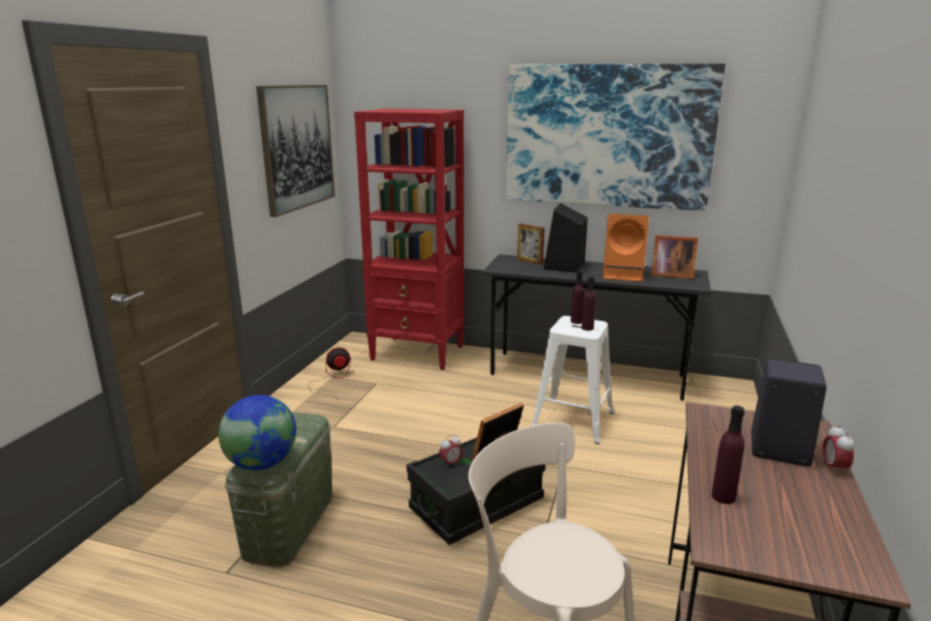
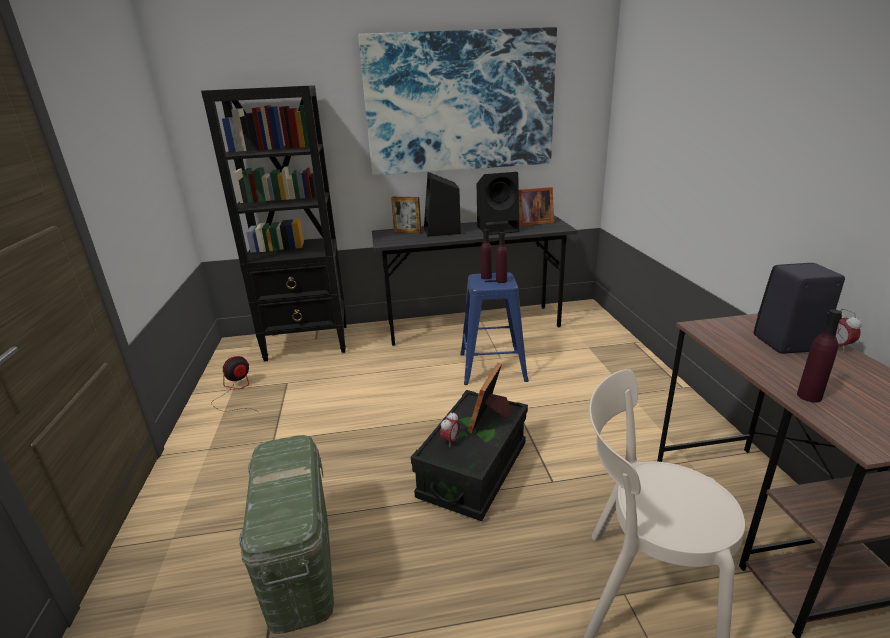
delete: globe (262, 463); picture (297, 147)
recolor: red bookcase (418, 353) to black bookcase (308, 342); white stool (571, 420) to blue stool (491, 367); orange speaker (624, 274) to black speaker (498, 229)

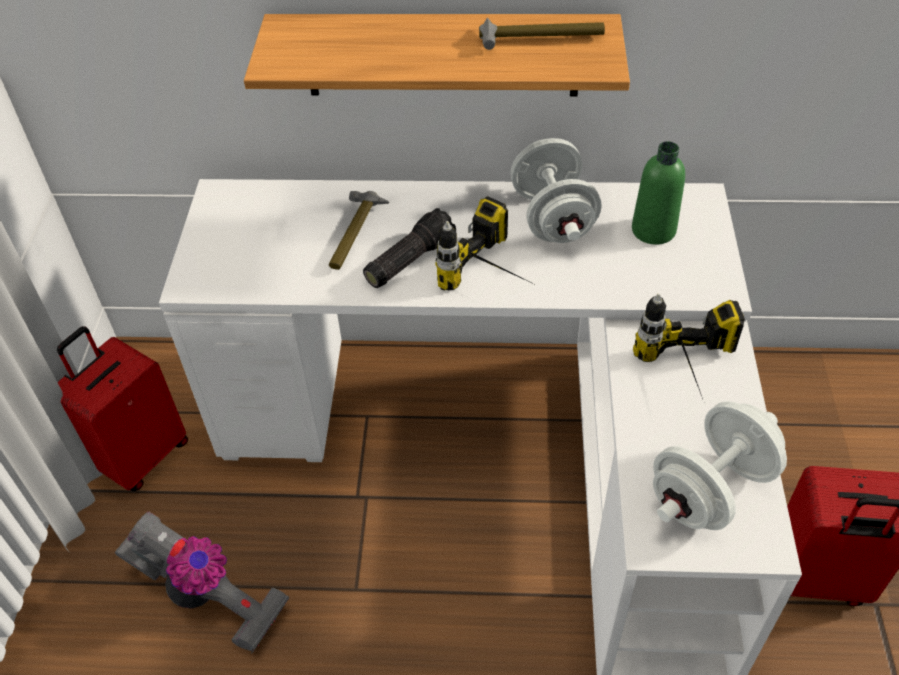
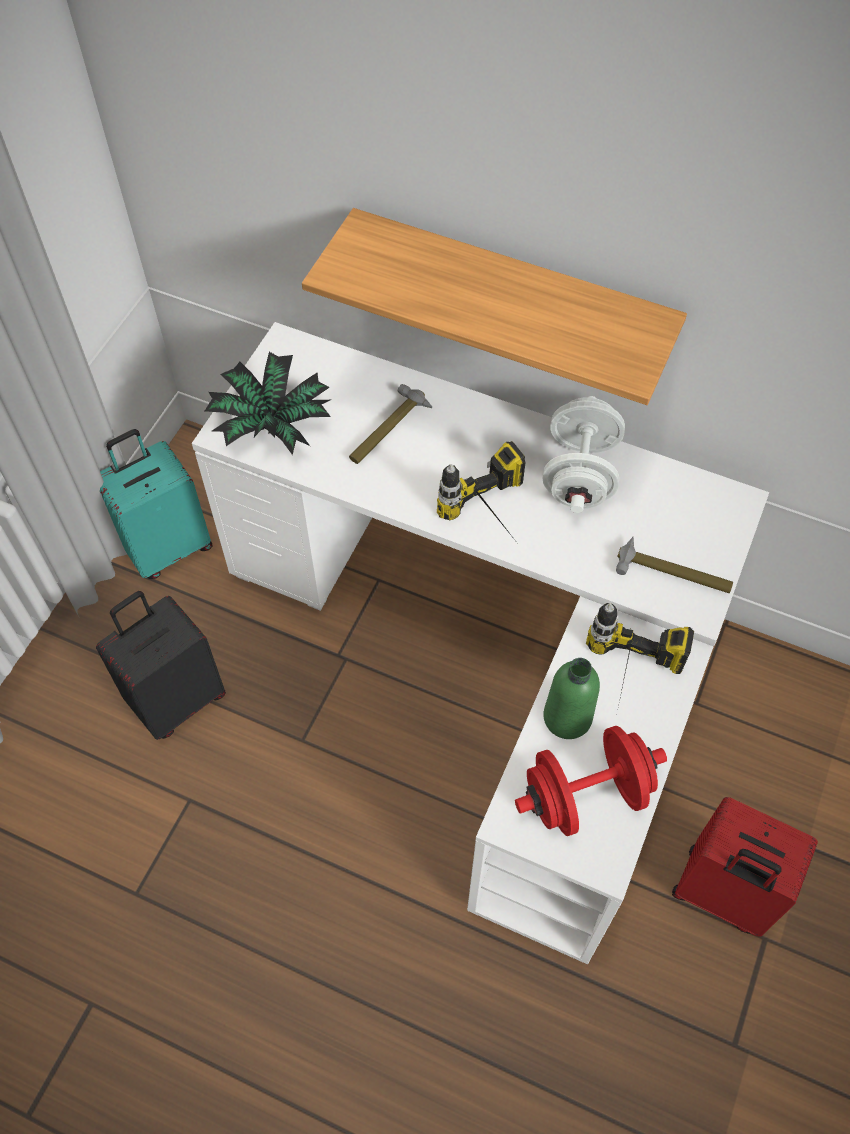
delete: flashlight (409, 259)
insert: potted plant (272, 424)
move: green bottle (653, 230) to (567, 717); hammer (541, 39) to (673, 574)
replace: vacuum cleaner (207, 597) to black suitcase (177, 699)
recolor: red suitcase (141, 455) to turquoise suitcase (167, 547); white dumbbell (710, 489) to red dumbbell (586, 795)

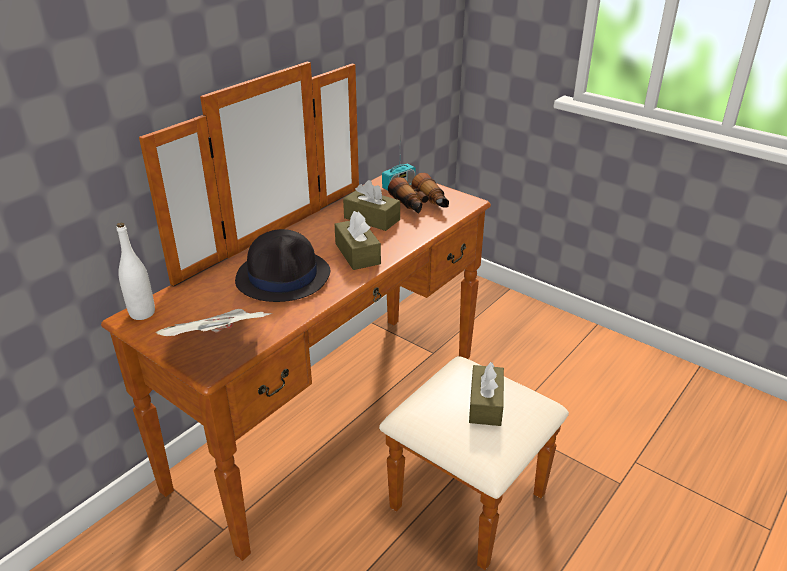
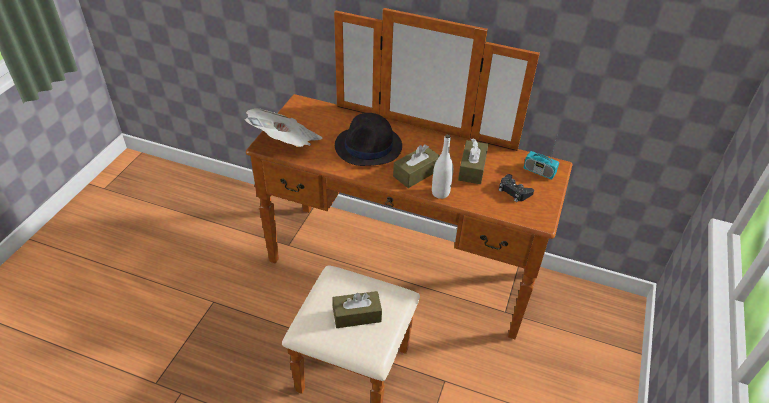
move: white bottle (142, 313) to (440, 193)
replace: binoculars (420, 205) to black game controller (514, 191)

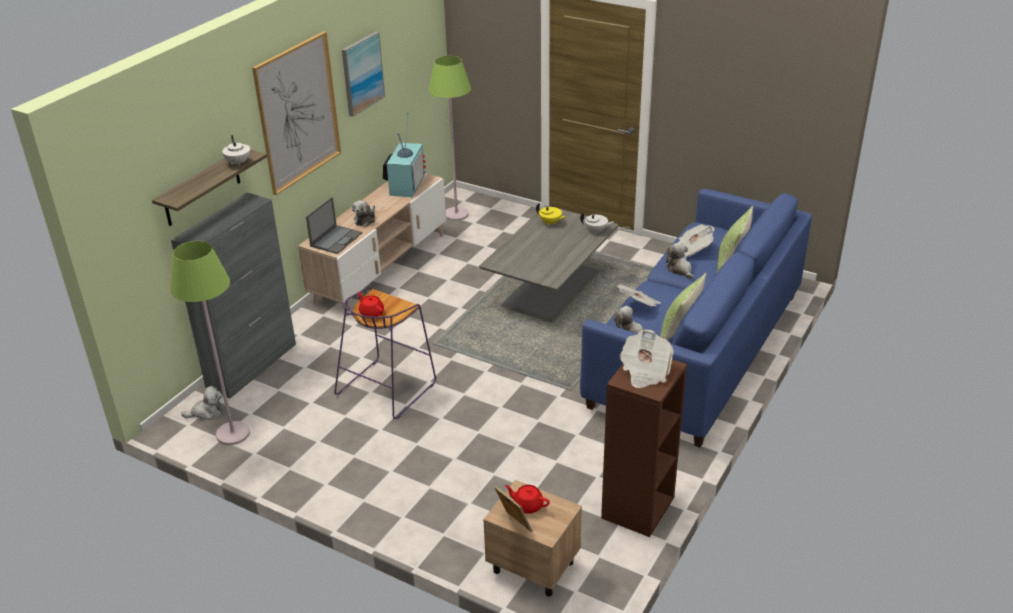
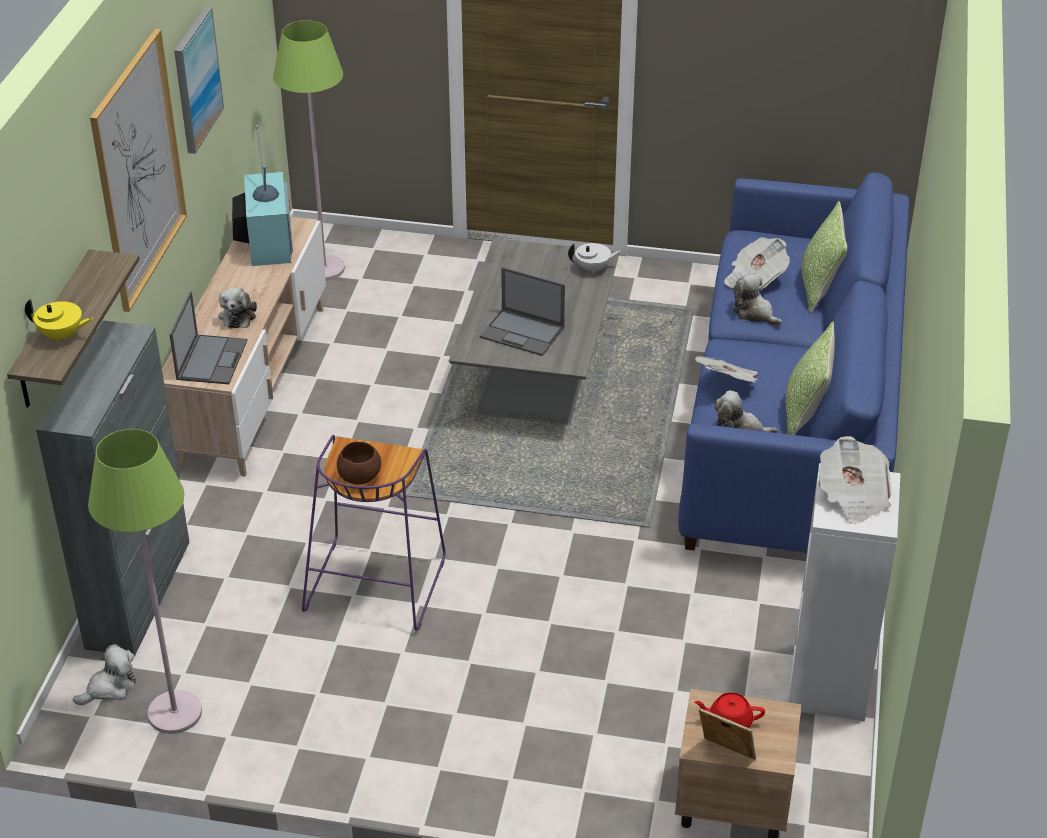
delete: white teapot (238, 163)
insert: laptop (523, 332)
move: yellow teapot (550, 223) to (62, 335)
replace: red teapot (371, 313) to brown bowl (359, 477)
recolor: brown bookcase (638, 508) to white bookcase (829, 683)

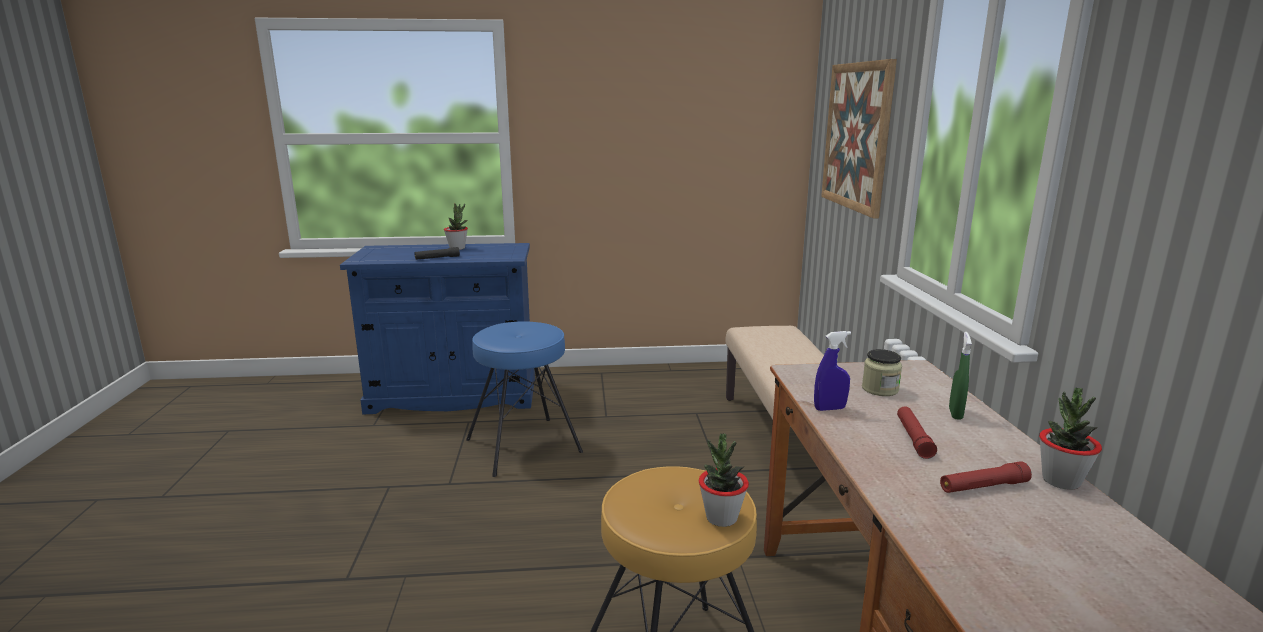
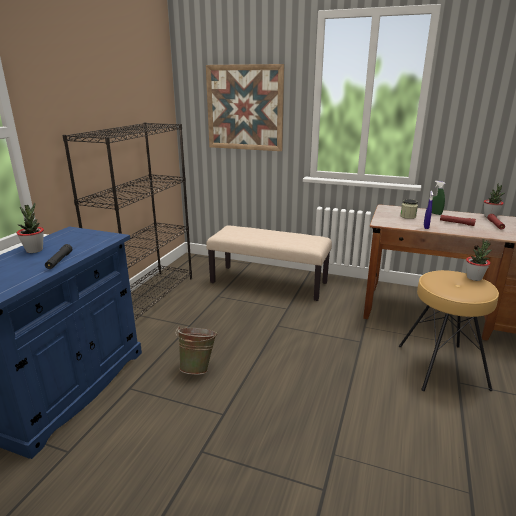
insert: black bookcase (148, 297)
replace: blue stool (524, 446) to green bucket (198, 368)

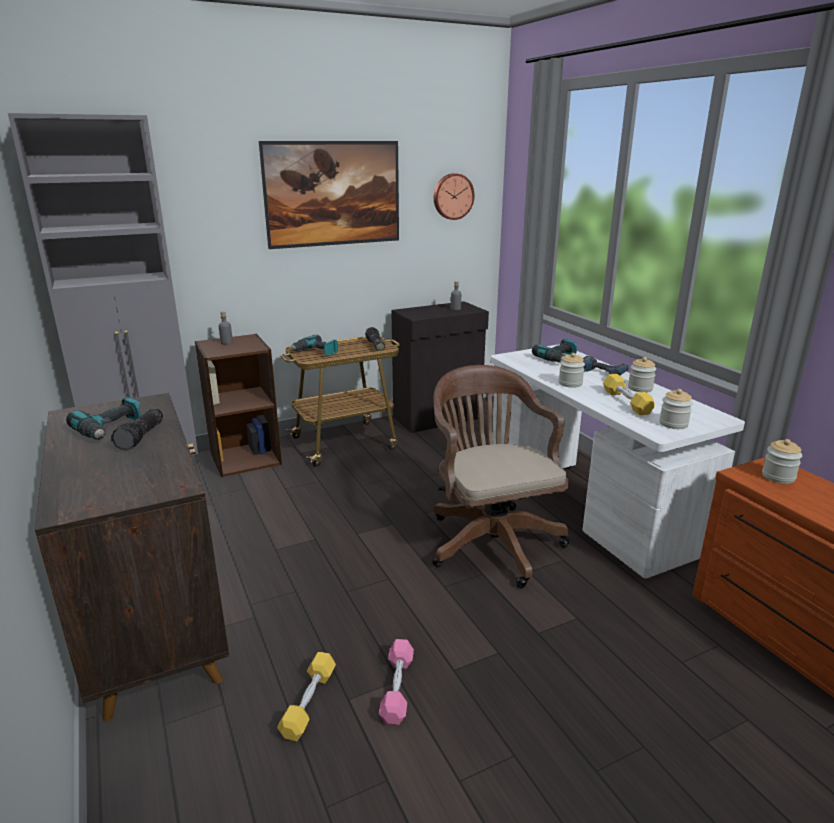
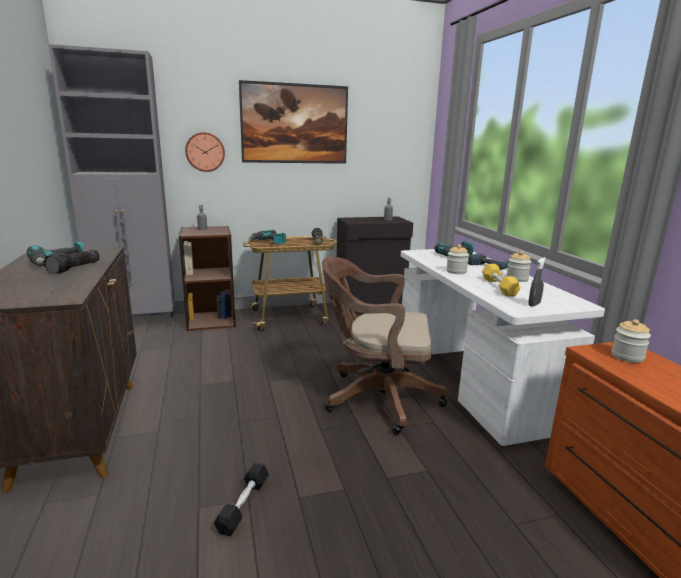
delete: yellow dumbbell (309, 703)
move: wall clock (452, 196) to (205, 152)
replace: jar (673, 424) to grey spray bottle (534, 304)
recolor: pink dumbbell (397, 688) to black dumbbell (243, 505)
rotate: brown office chair (491, 539) = (376, 398) 75 degrees counterclockwise

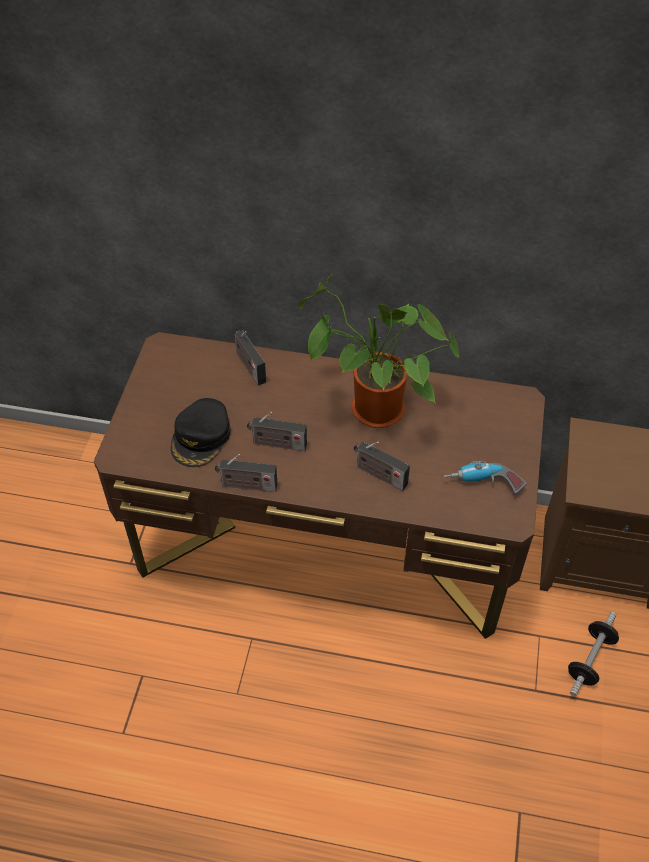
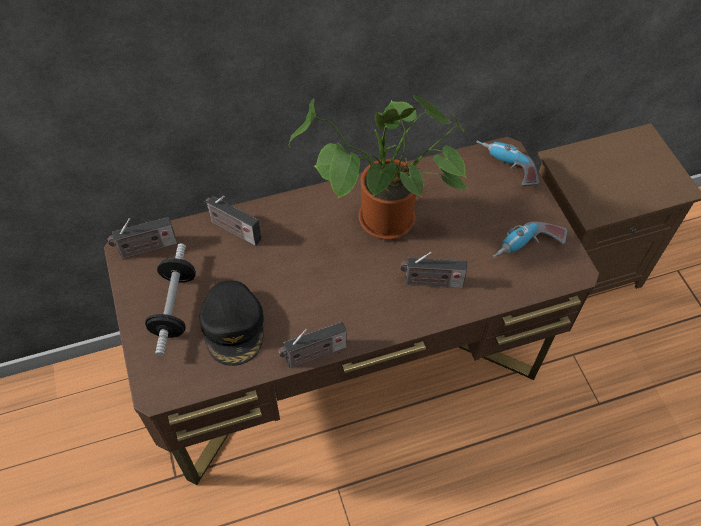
insert: power drill (505, 167)
move: radio (277, 444) to (146, 248); dumbbell (590, 659) to (174, 307)

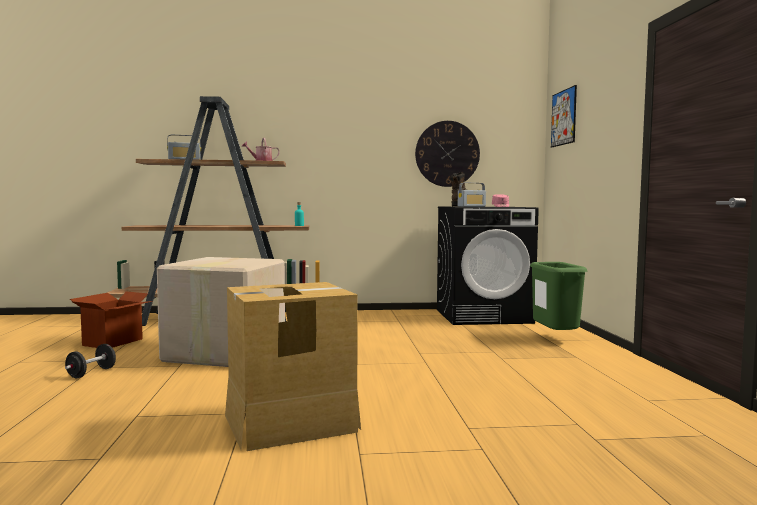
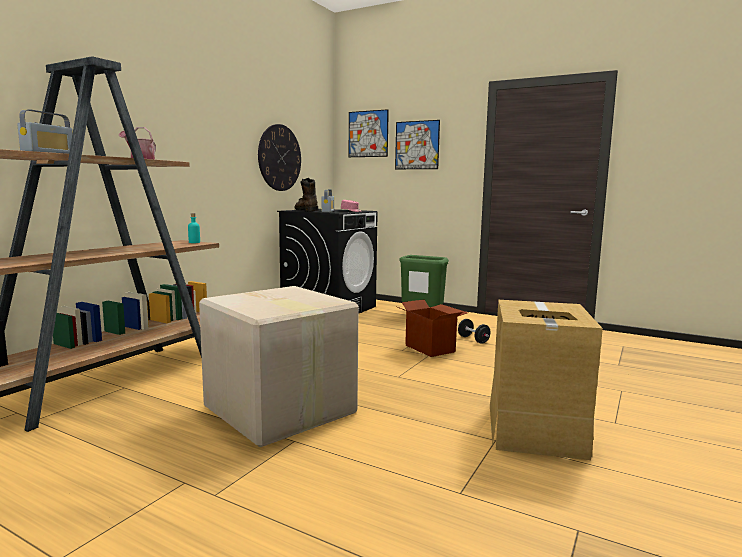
insert: picture (417, 145)
move: cardboard box (113, 342) to (430, 348); black dumbbell (91, 373) to (473, 340)

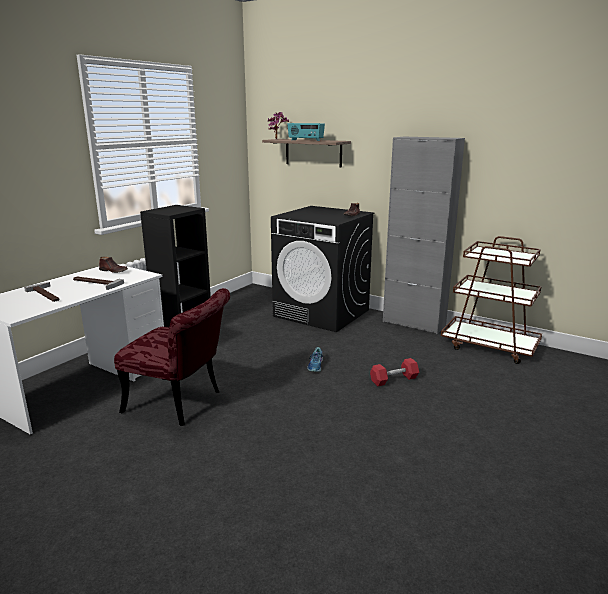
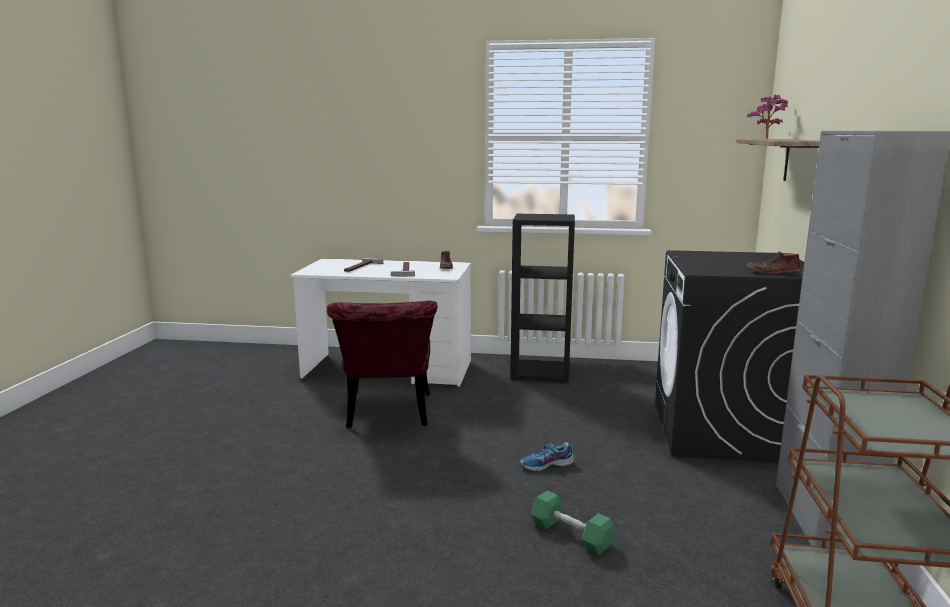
delete: radio (305, 140)
recolor: red dumbbell (394, 379) to green dumbbell (571, 535)

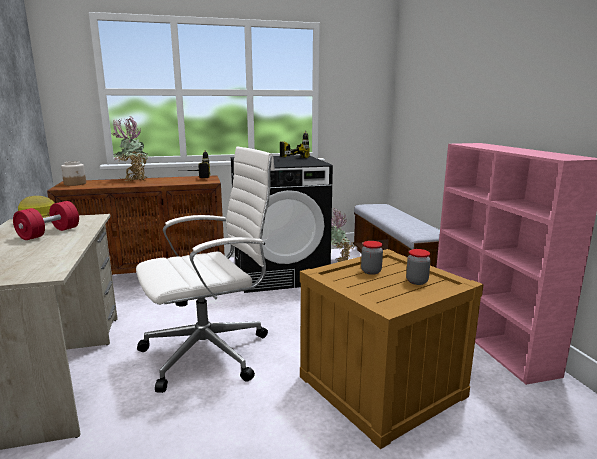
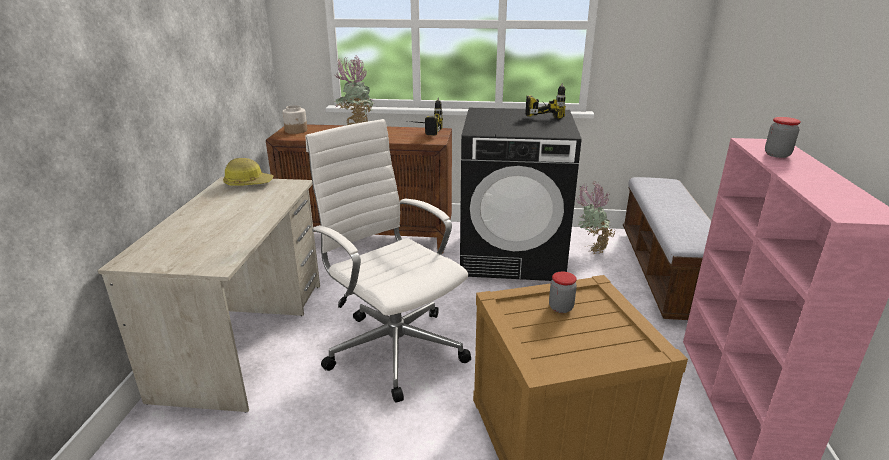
delete: red dumbbell (49, 233)
move: jar (417, 281) to (777, 154)
rotate: white office chair (210, 352) = (394, 347) 120 degrees counterclockwise

